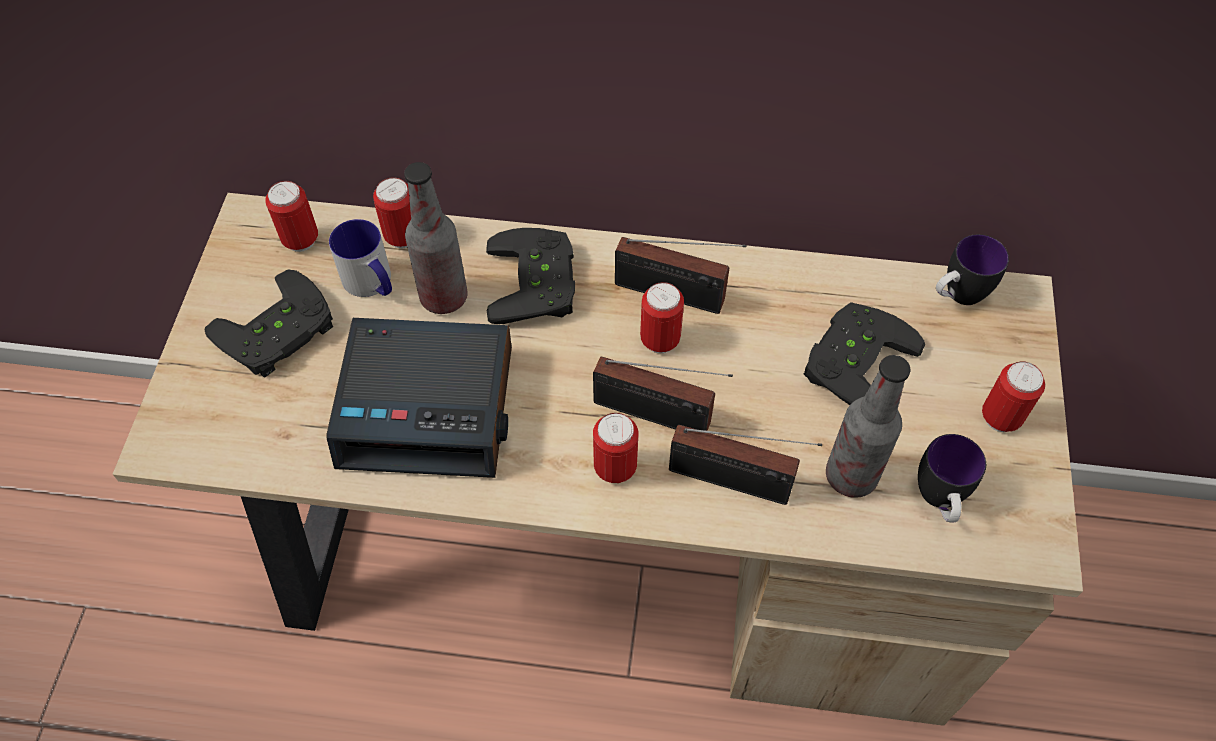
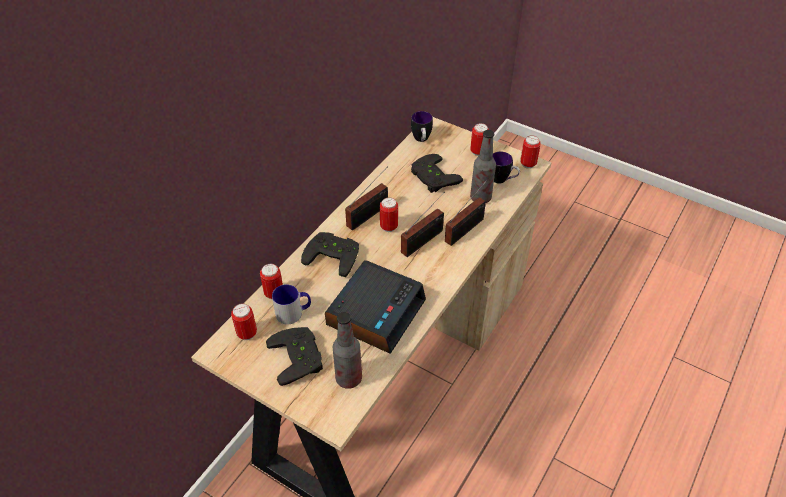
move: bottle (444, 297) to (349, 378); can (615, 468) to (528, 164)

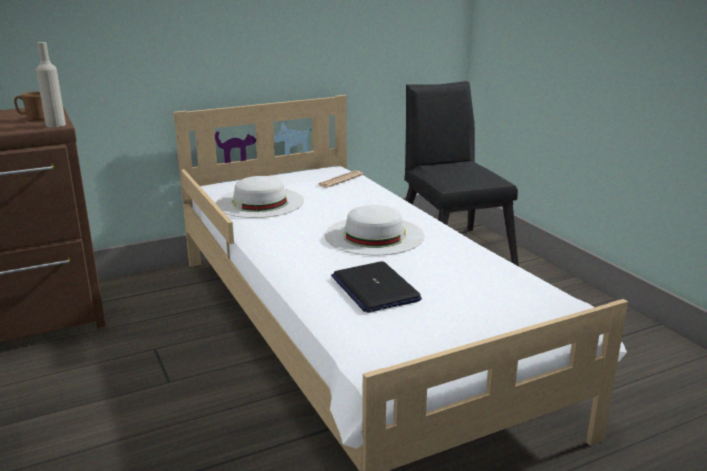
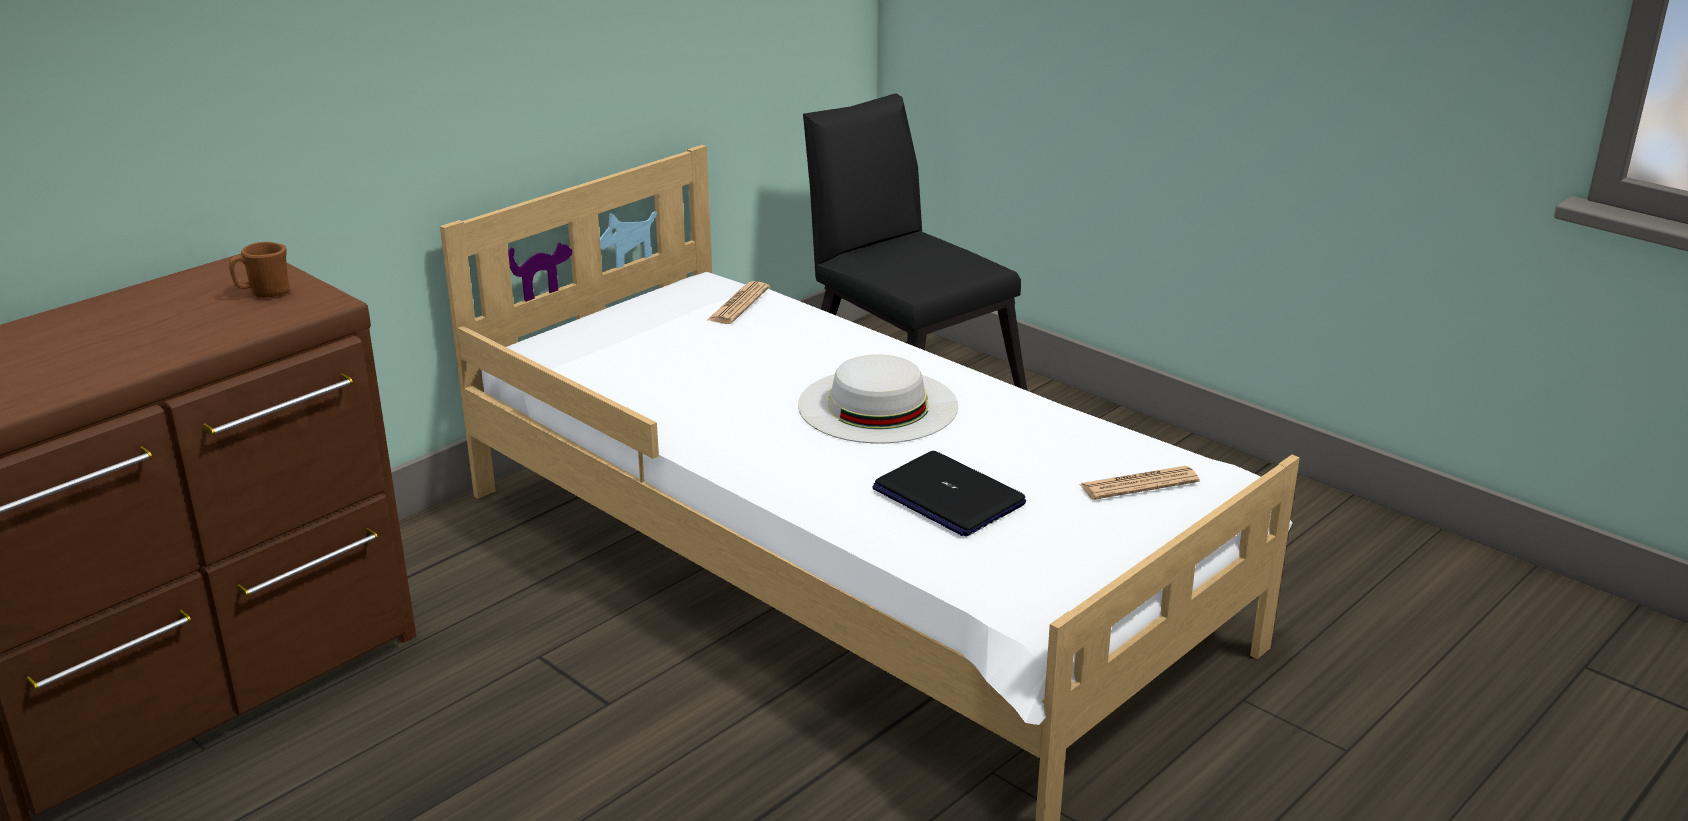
delete: beige bottle (55, 125); white hat (260, 202)
insert: newspaper (1139, 484)

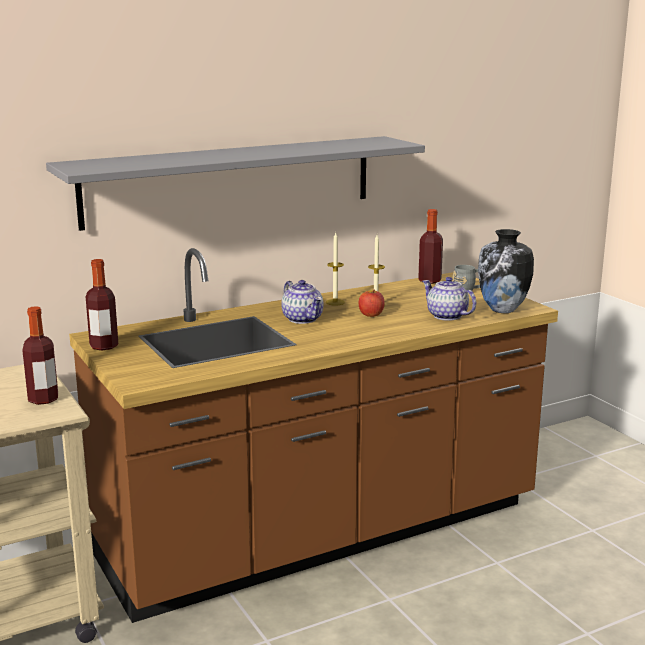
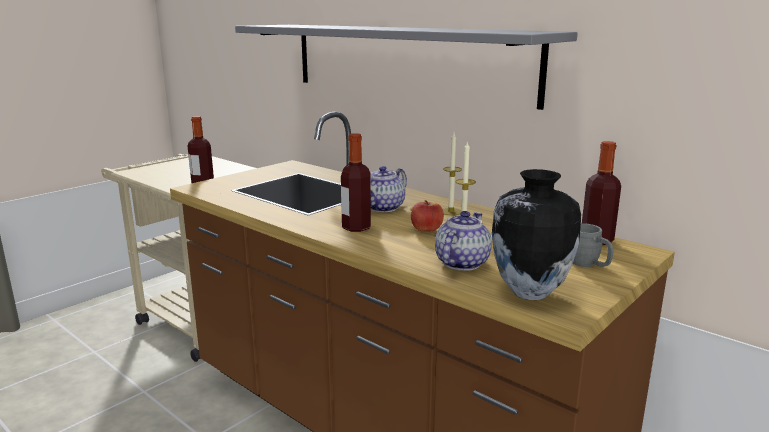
move: bottle (104, 346) to (356, 227)

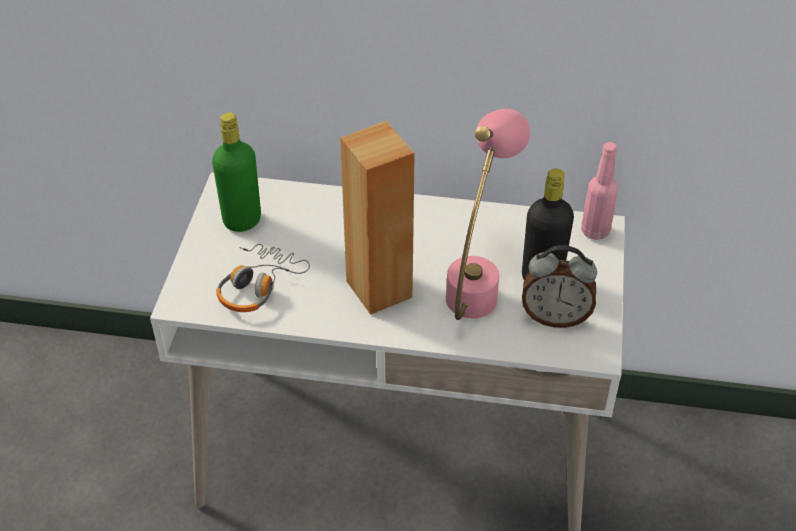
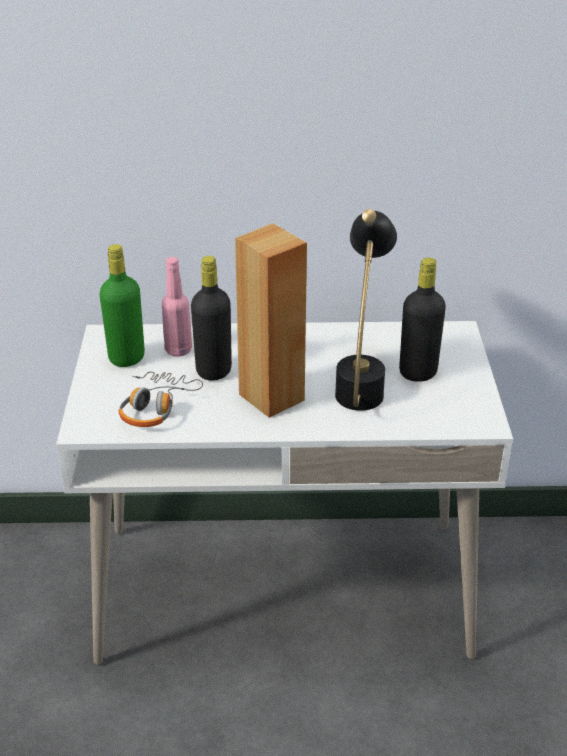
delete: alarm clock (555, 317)
insert: black bottle (213, 371)
move: pink bottle (595, 231) to (178, 350)
recolor: pink table lamp (478, 281) to black table lamp (361, 381)

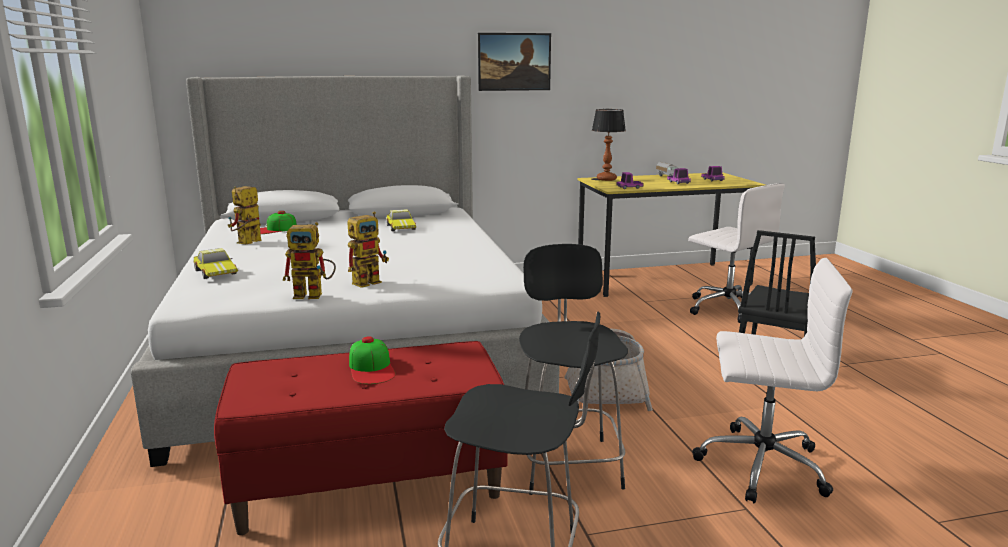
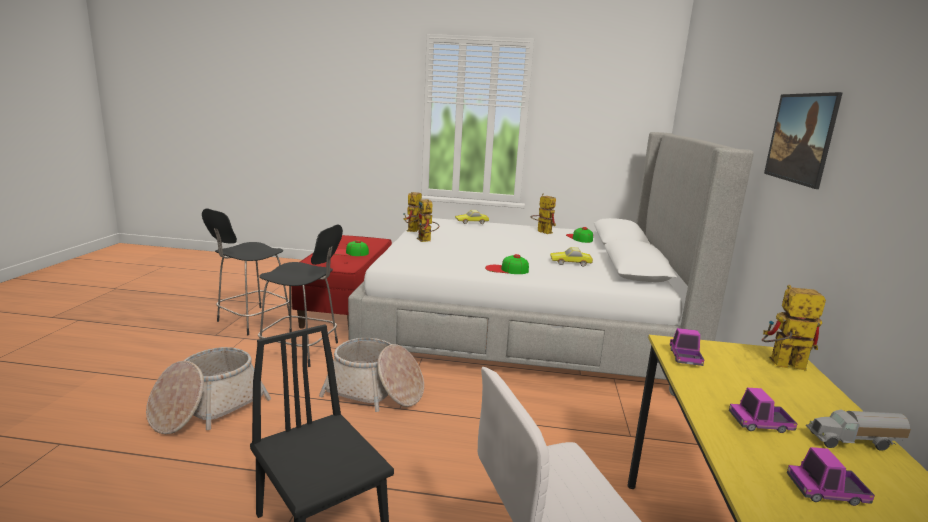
insert: cap (506, 269)
replace: white office chair (759, 465) to basket (207, 408); table lamp (607, 179) to toy robot (780, 364)

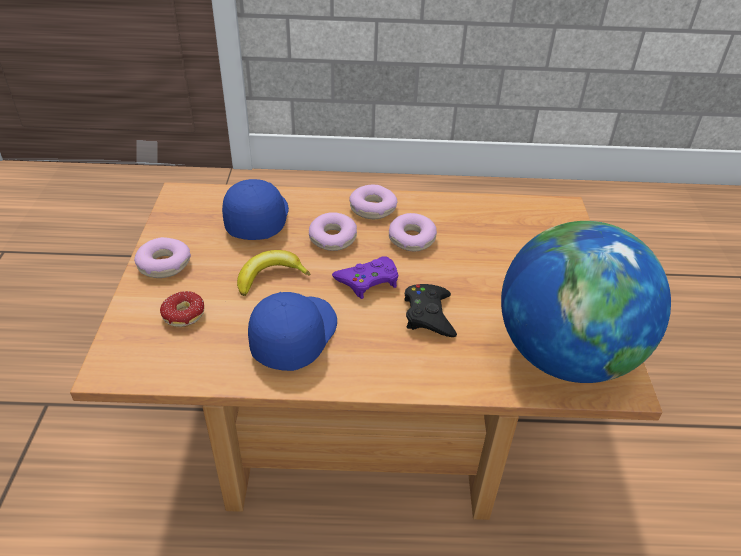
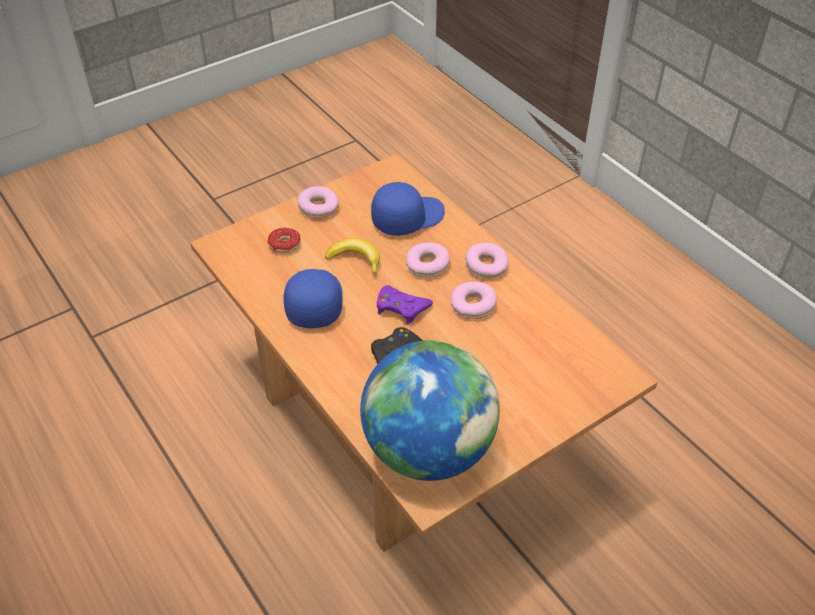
rotate: blue cap (294, 336) = (313, 302) 75 degrees counterclockwise

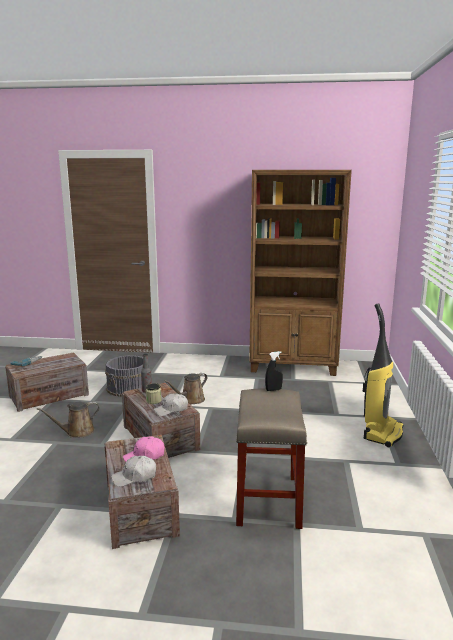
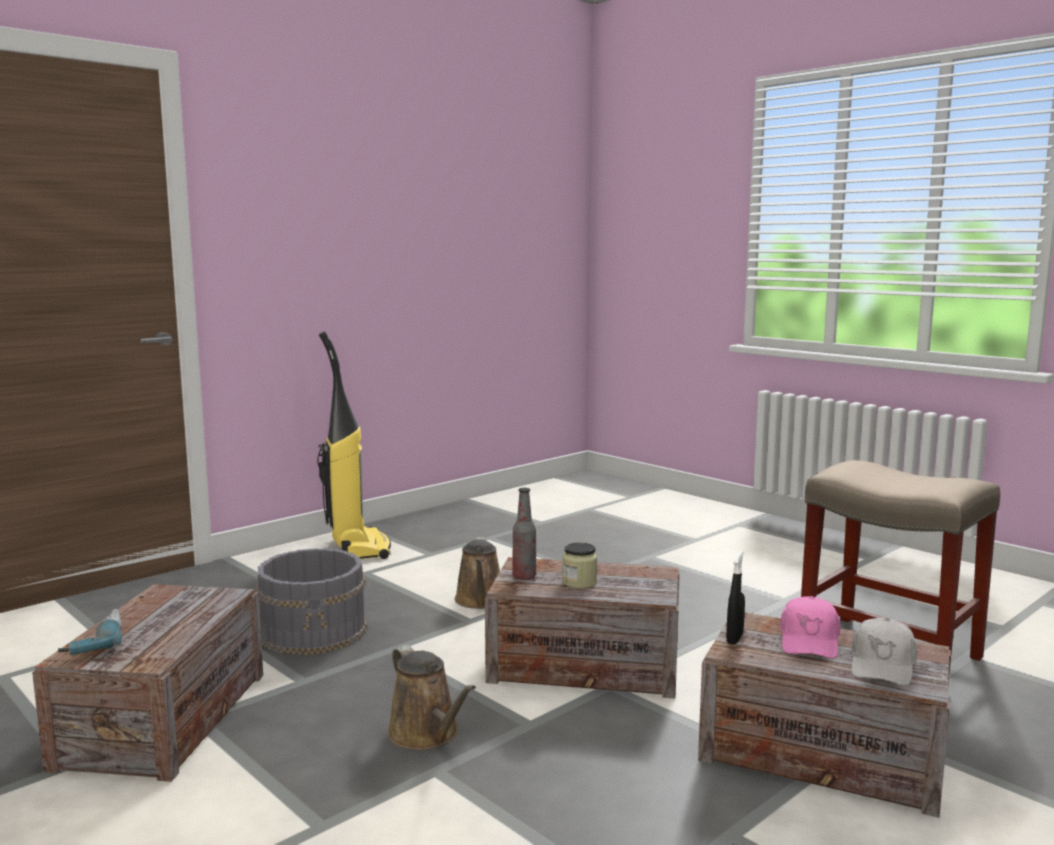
delete: white cap (171, 410); brown bookcase (293, 366)
move: vacuum cleaner (382, 433) to (358, 548); black spray bottle (273, 390) to (734, 638)
rotate: brown watering can (77, 432) = (427, 734) 45 degrees counterclockwise

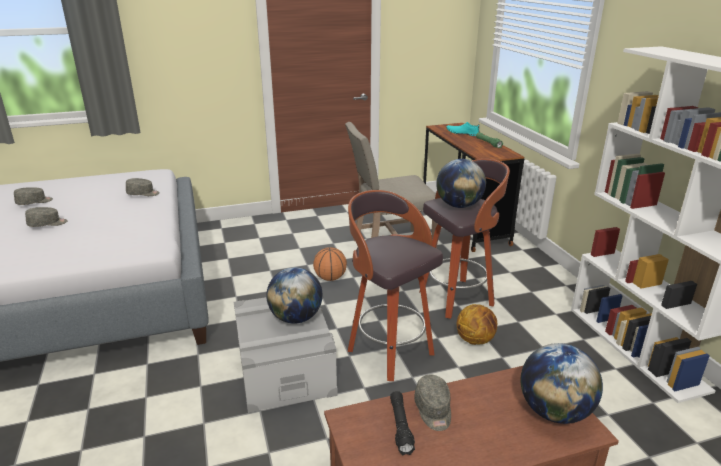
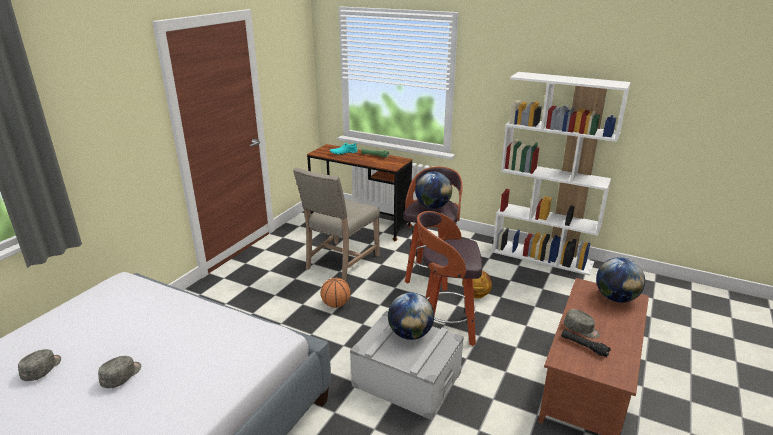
delete: grey cap (143, 194)

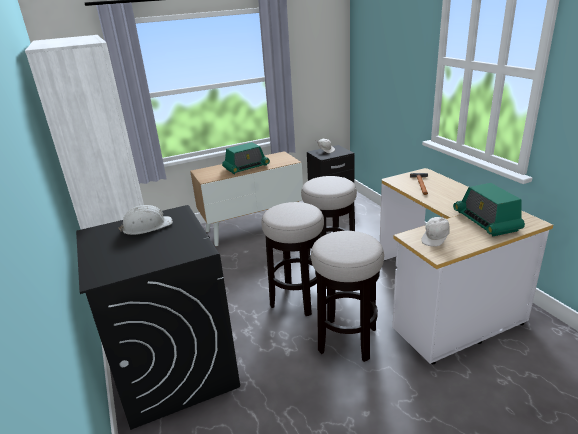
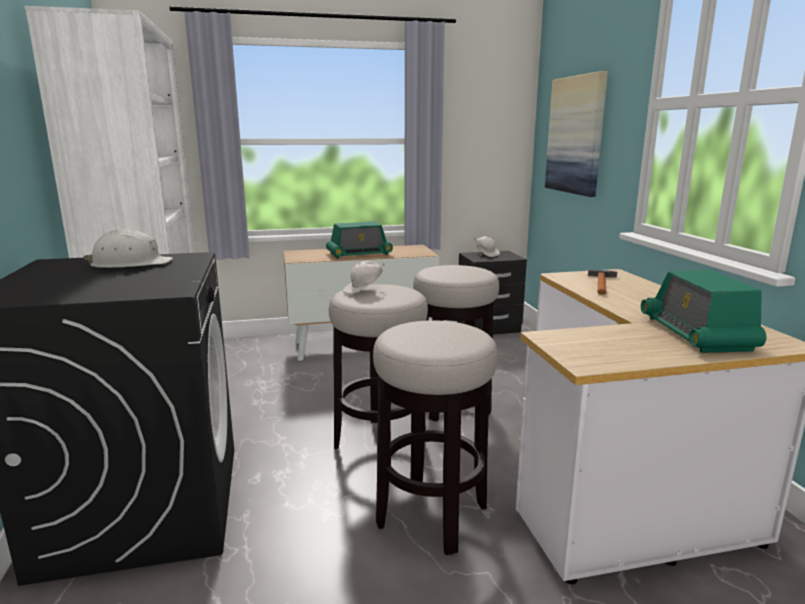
insert: picture (576, 135)
move: white cap (436, 239) to (364, 290)

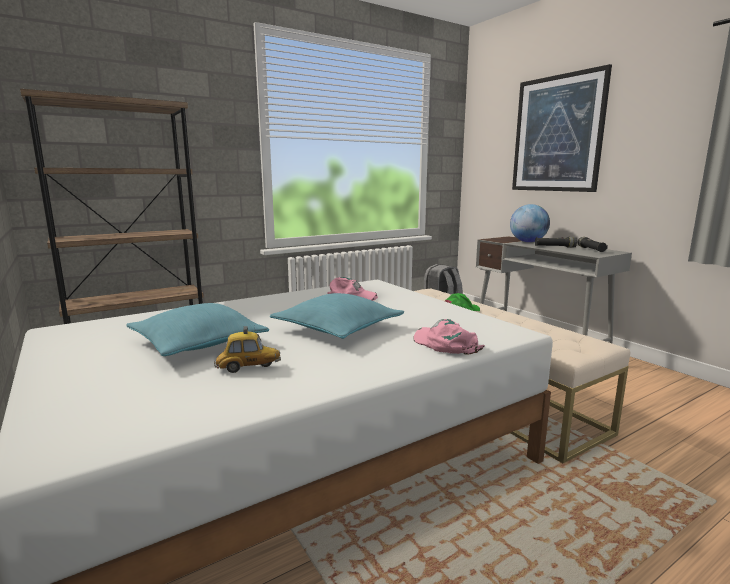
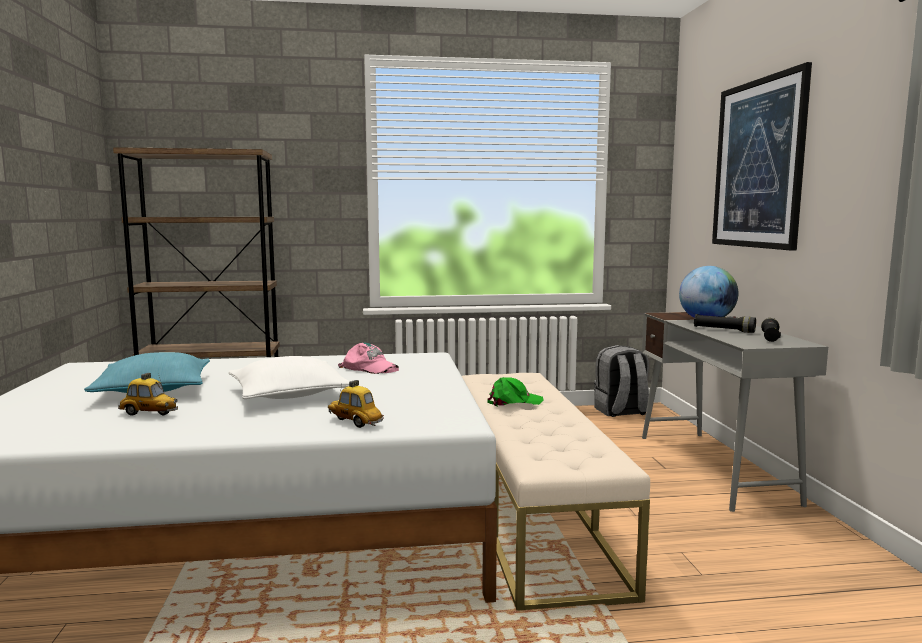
replace: pink cap (445, 344) to toy car (354, 422)
recolor: turquoise pillow (338, 328) to white pillow (289, 394)

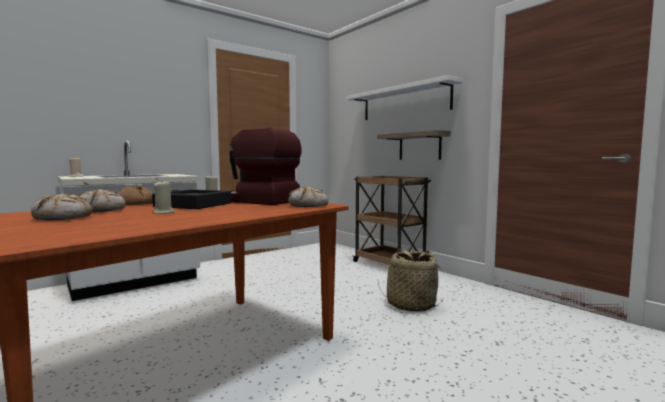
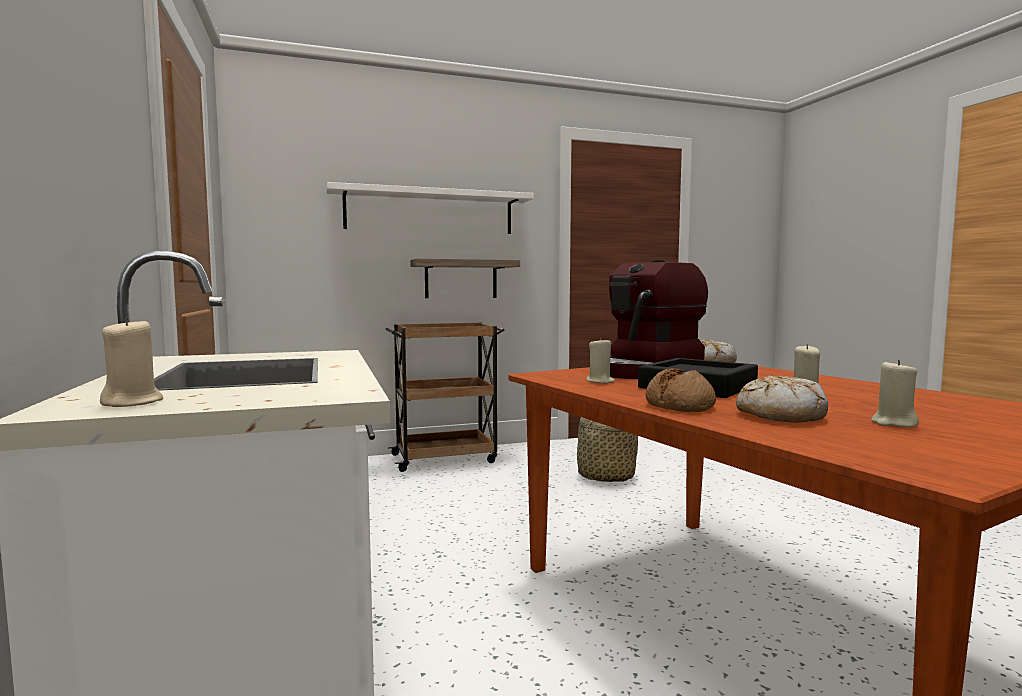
replace: bread (64, 217) to beige candle (893, 423)

